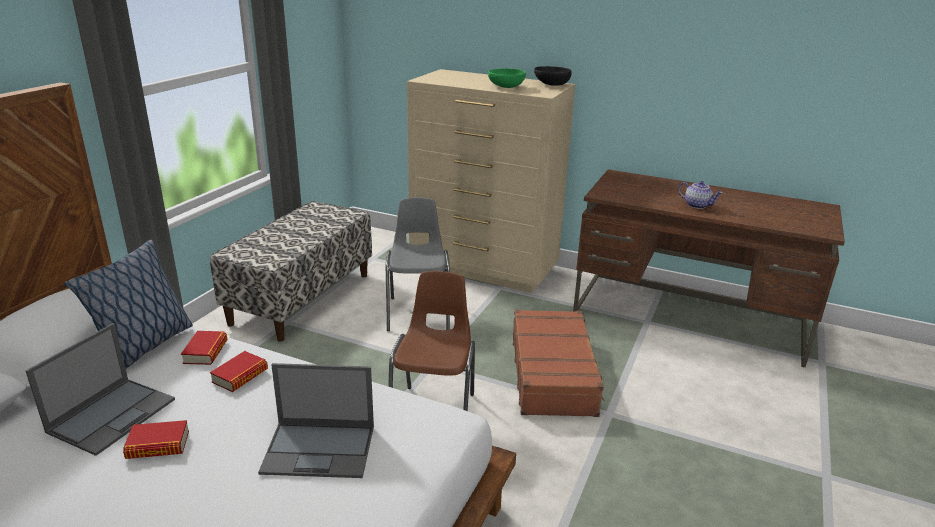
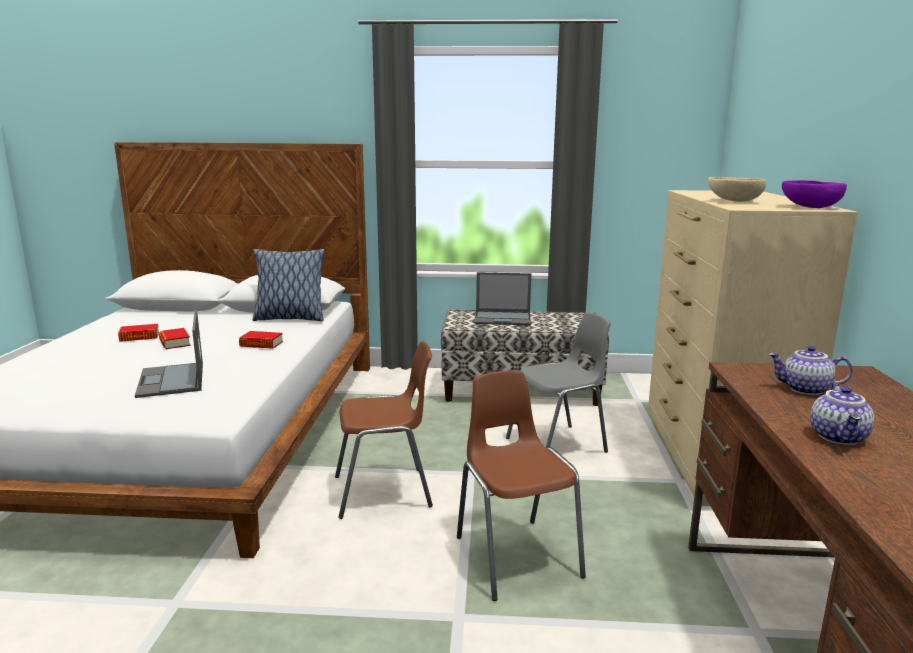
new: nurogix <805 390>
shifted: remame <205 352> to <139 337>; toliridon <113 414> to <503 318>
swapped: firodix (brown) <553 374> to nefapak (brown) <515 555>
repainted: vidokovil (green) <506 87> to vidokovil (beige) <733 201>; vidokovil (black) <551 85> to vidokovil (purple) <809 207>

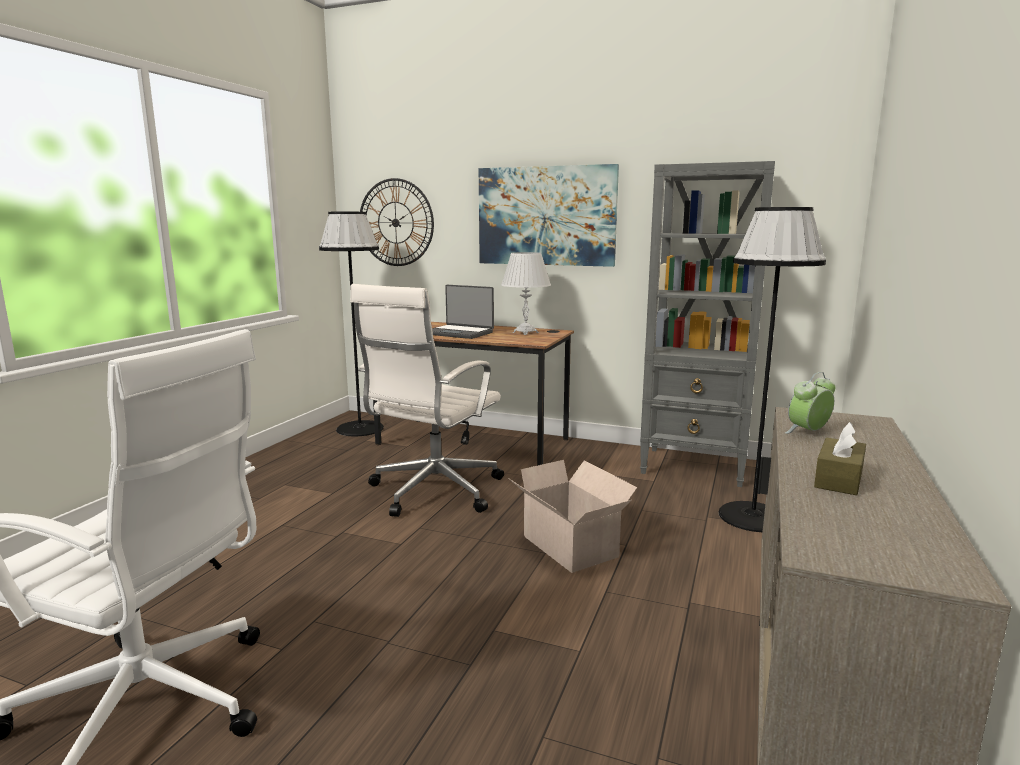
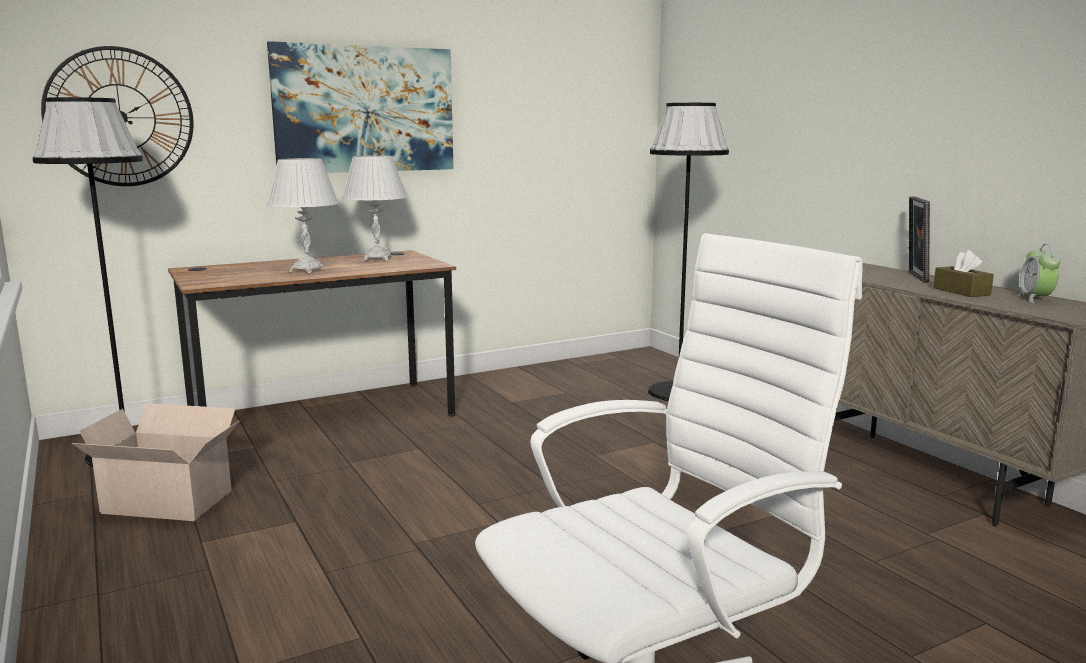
gone: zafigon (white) <433 492>; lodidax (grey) <695 467>
new: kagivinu <914 277>
shifted: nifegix <571 548> to <170 502>; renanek <808 432> to <1035 299>
swapped: toliridon <459 333> to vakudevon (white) <307 270>

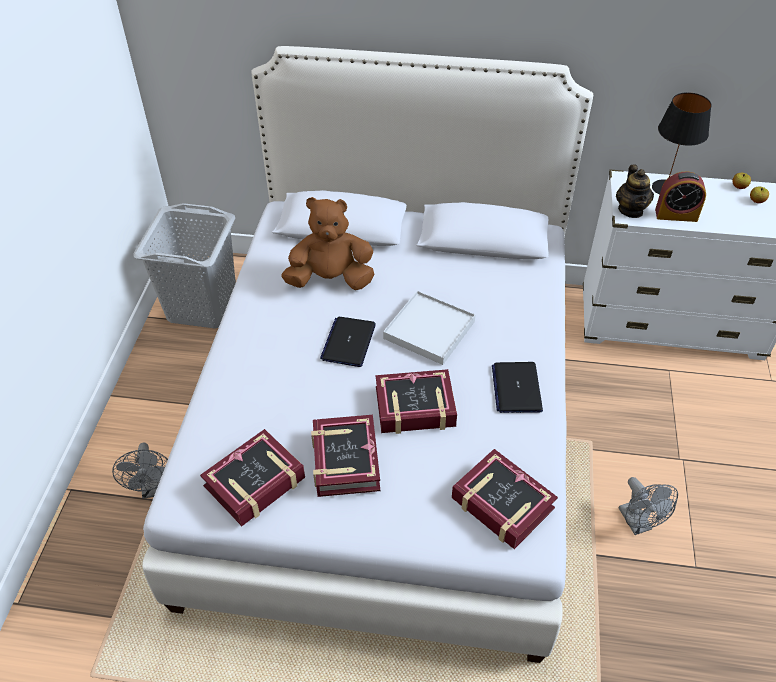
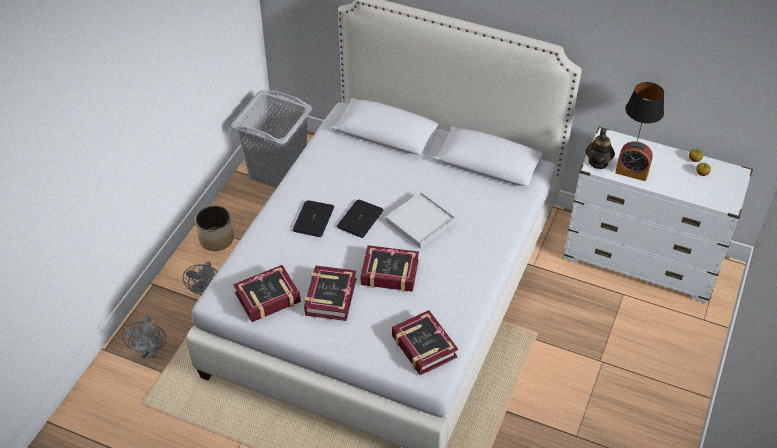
gone: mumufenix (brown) <331 280>
new: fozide <216 239>
shifted: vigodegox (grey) <638 524> to <150 352>; toliridon <516 388> to <313 219>

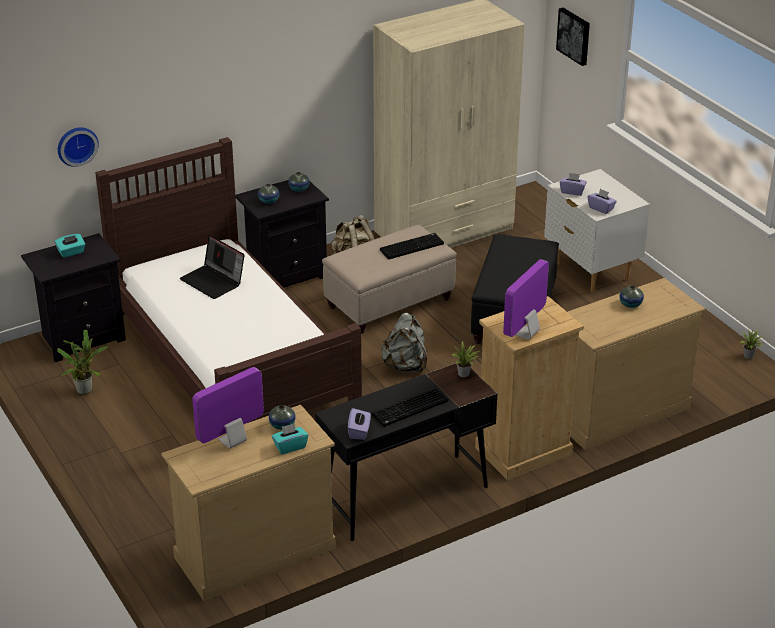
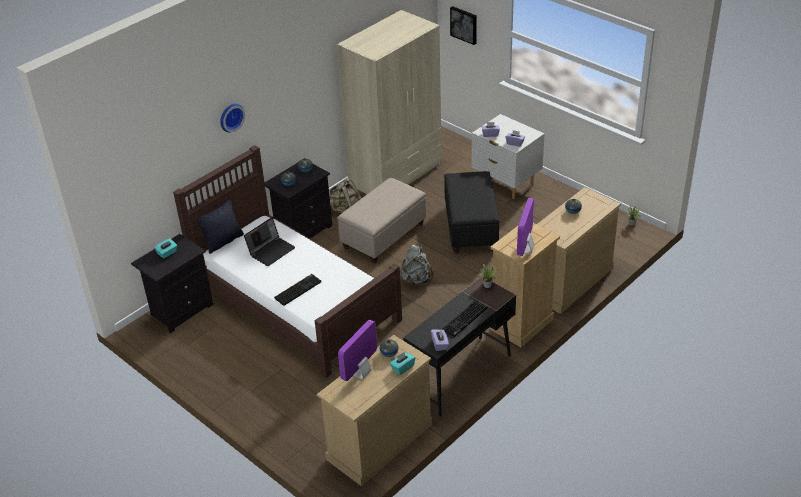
gone: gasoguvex <85 389>
new: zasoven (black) <223 241>
shifted: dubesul <76 145> to <230 117>; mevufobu <412 246> to <298 289>
rotated: toliridon <214 281> = <271 250> 75 degrees counterclockwise

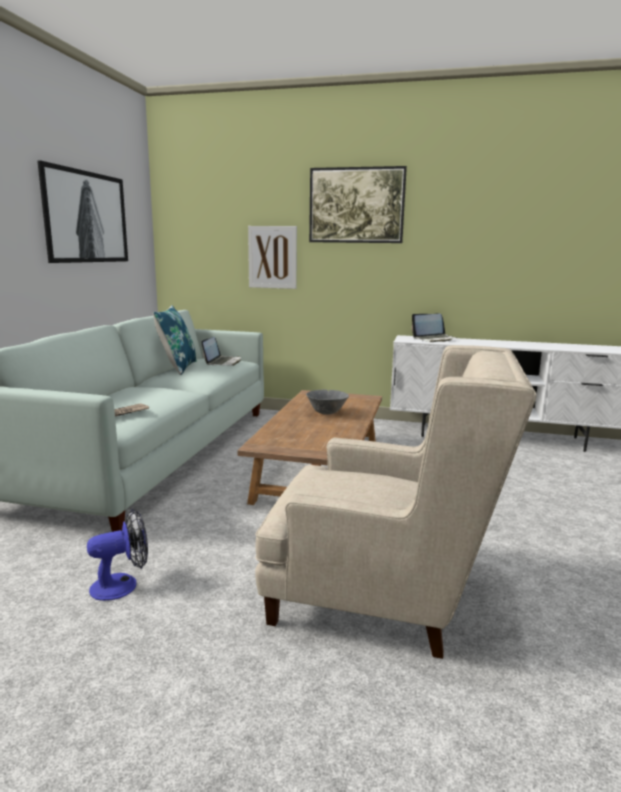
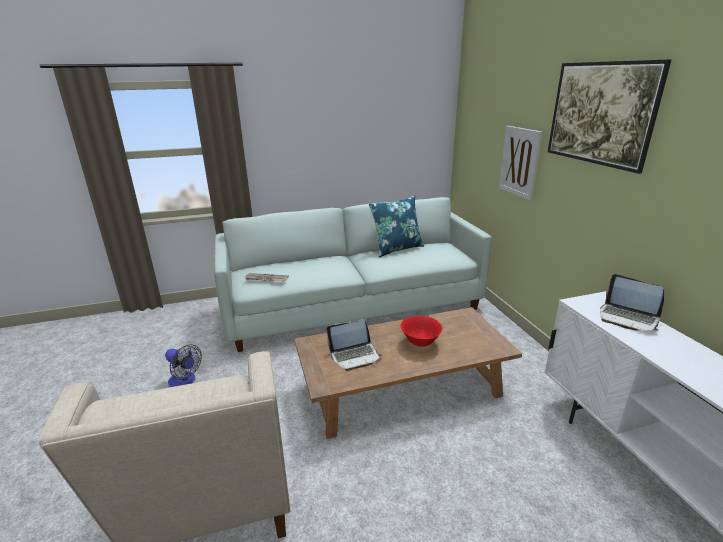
gone: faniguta <87 217>
shifted: toliridon <223 362> to <355 356>
repainted: vidokovil (grey) <326 413> to vidokovil (red) <420 343>

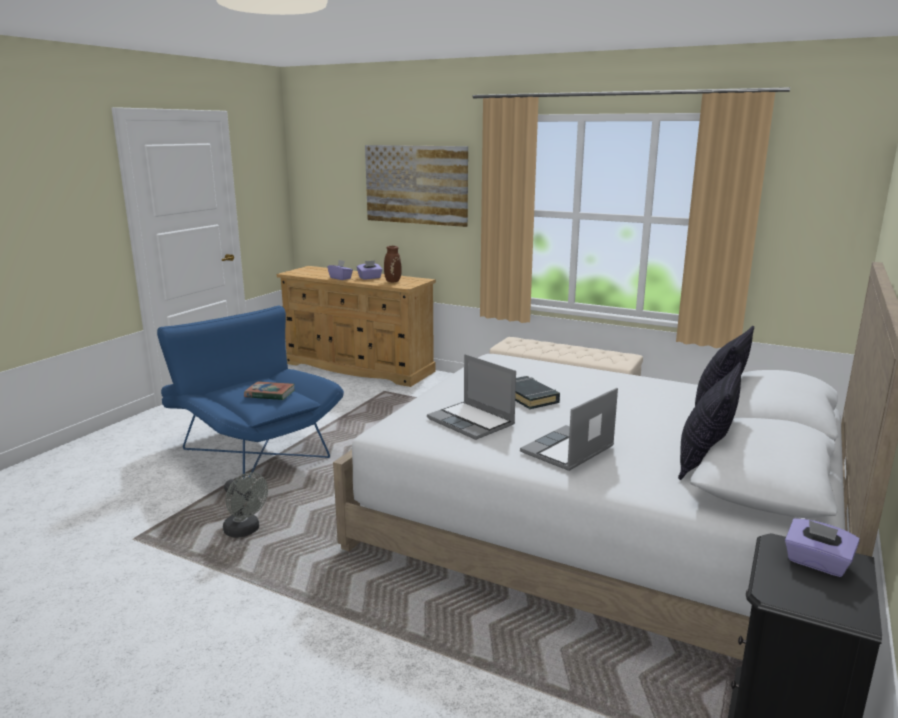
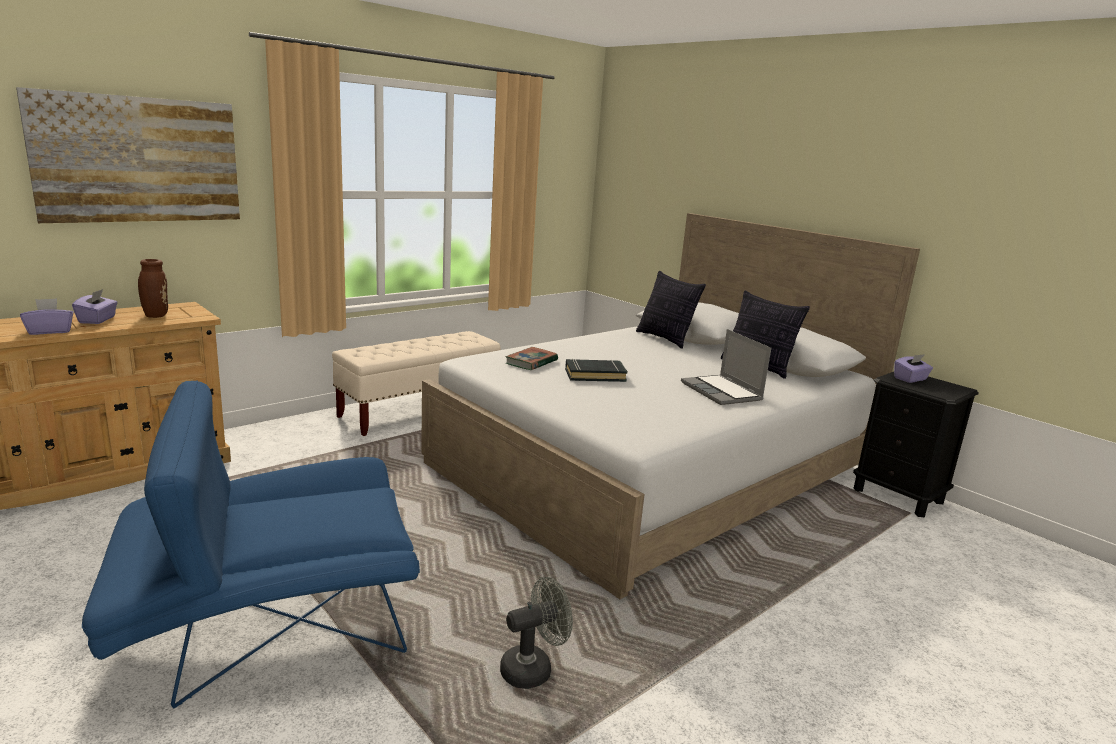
gone: toliridon <472 422>
shifted: remame <270 394> to <531 362>

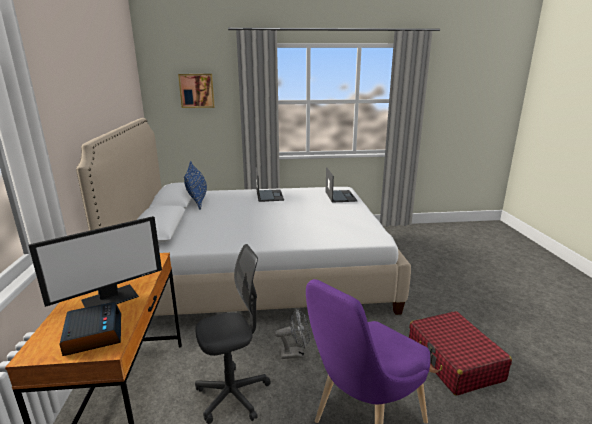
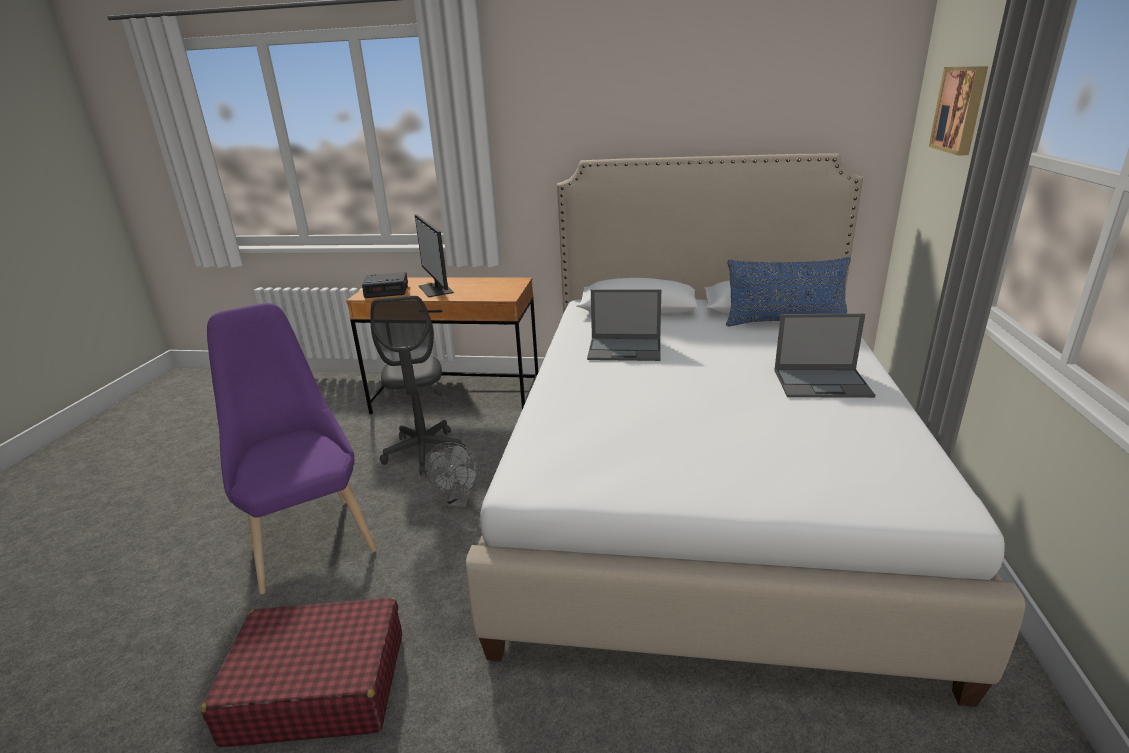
shifted: toliridon <340 196> to <625 349>

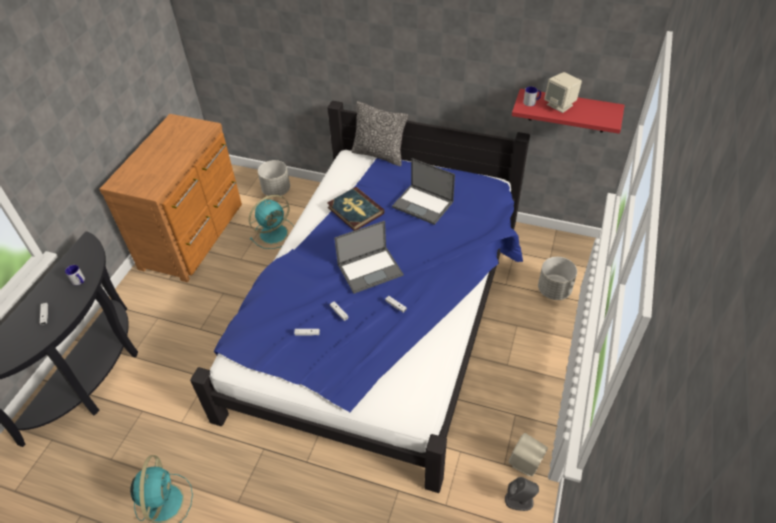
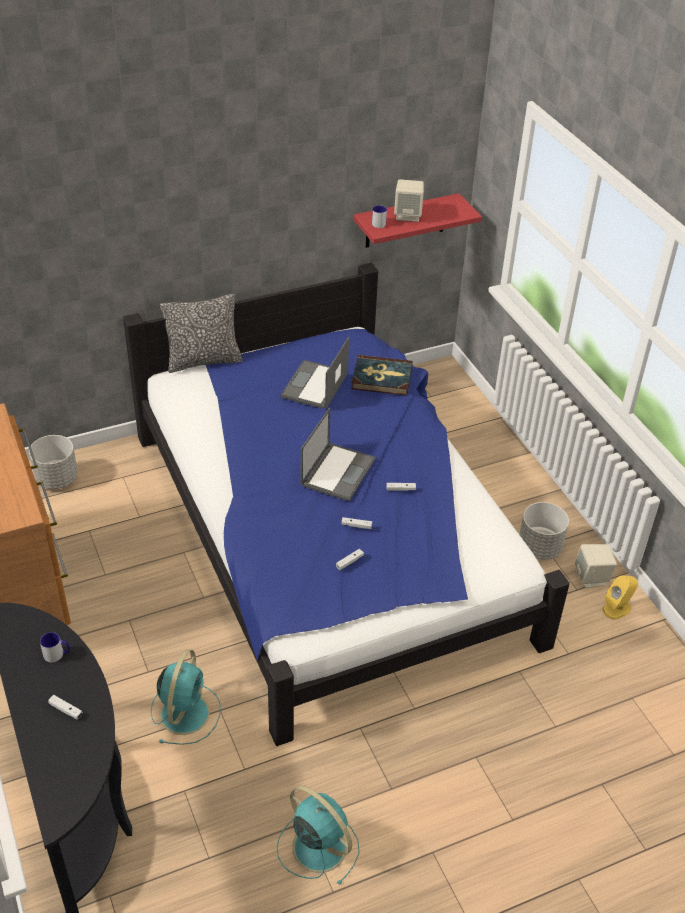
shifted: vigodegox (turquoise) <275 233> to <185 712>; remame <355 210> to <382 378>; fozide (grey) <554 290> to <540 547>
repainted: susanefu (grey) <519 500> to susanefu (yellow) <617 608>
rotated: toliridon <423 204> = <314 386> 120 degrees clockwise

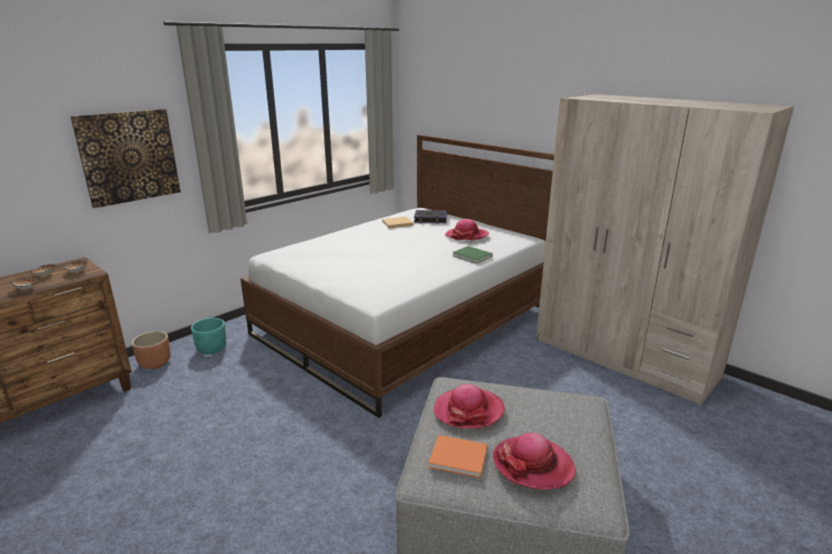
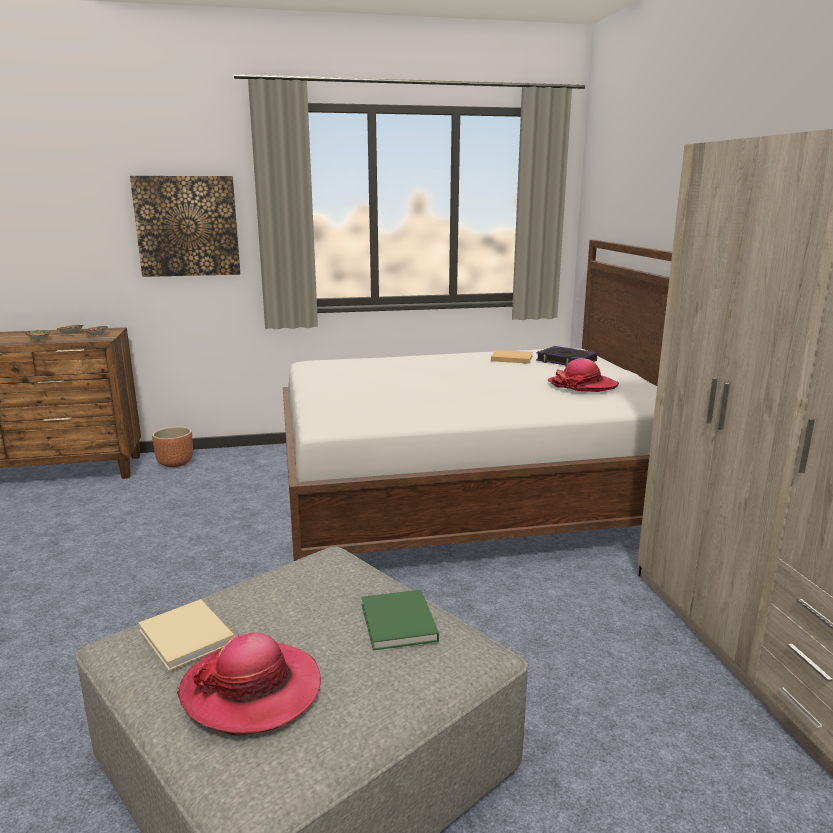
gone: fozide (turquoise) <211 349>; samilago <468 410>
shifted: remame (green) <473 256> to <399 624>
repainted: remame (orange) <460 458> to remame (beige) <187 638>

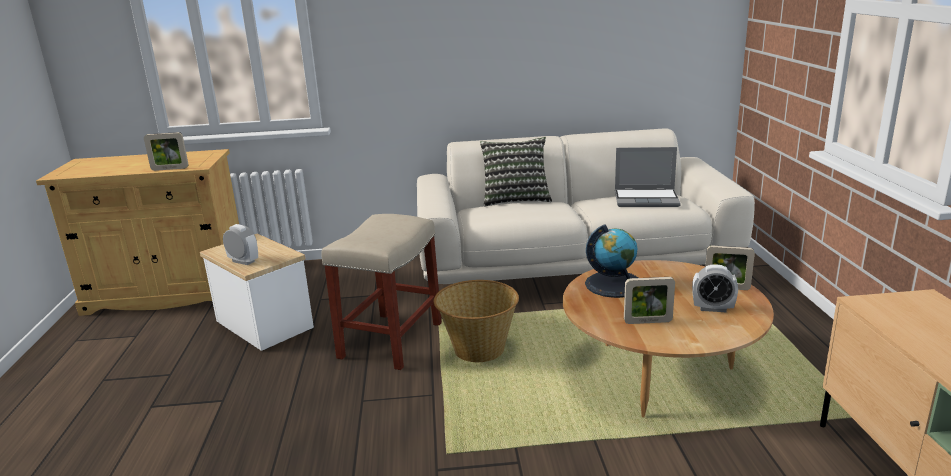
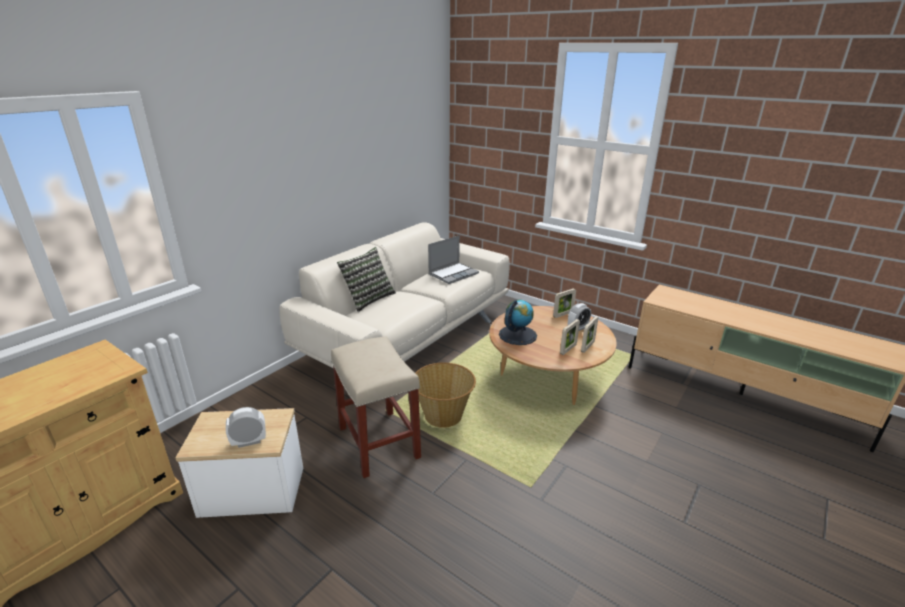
shifted: kagivinu <170 169> to <587 347>

